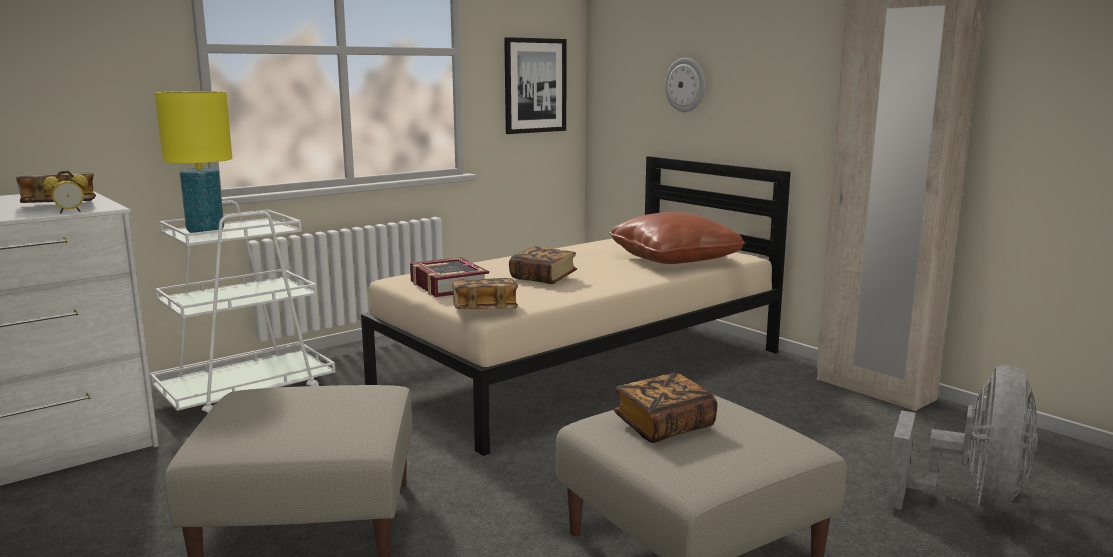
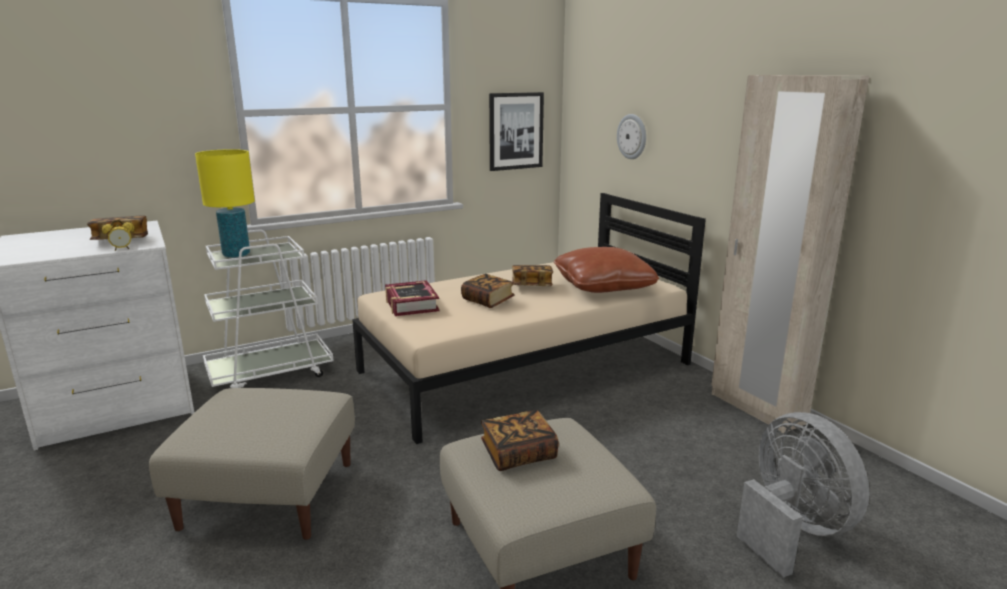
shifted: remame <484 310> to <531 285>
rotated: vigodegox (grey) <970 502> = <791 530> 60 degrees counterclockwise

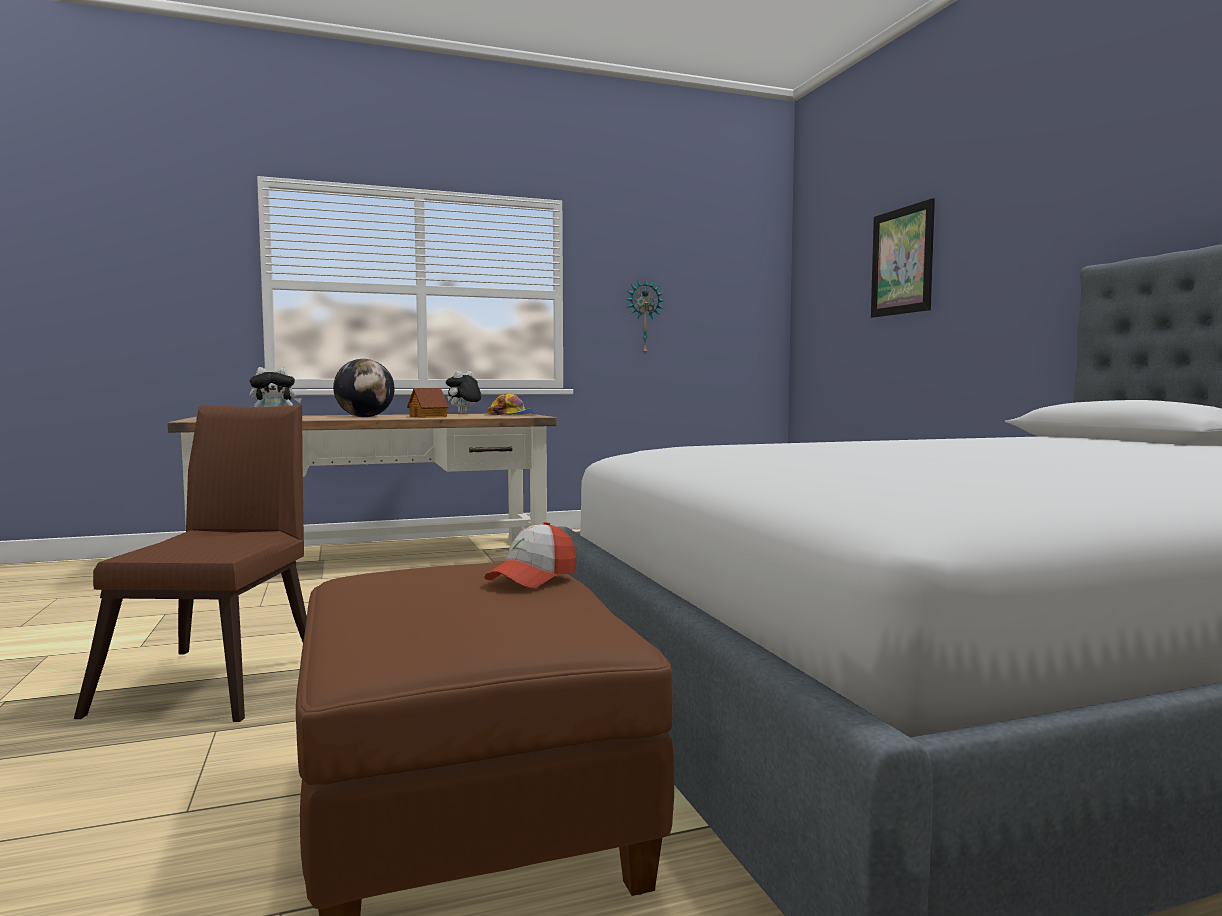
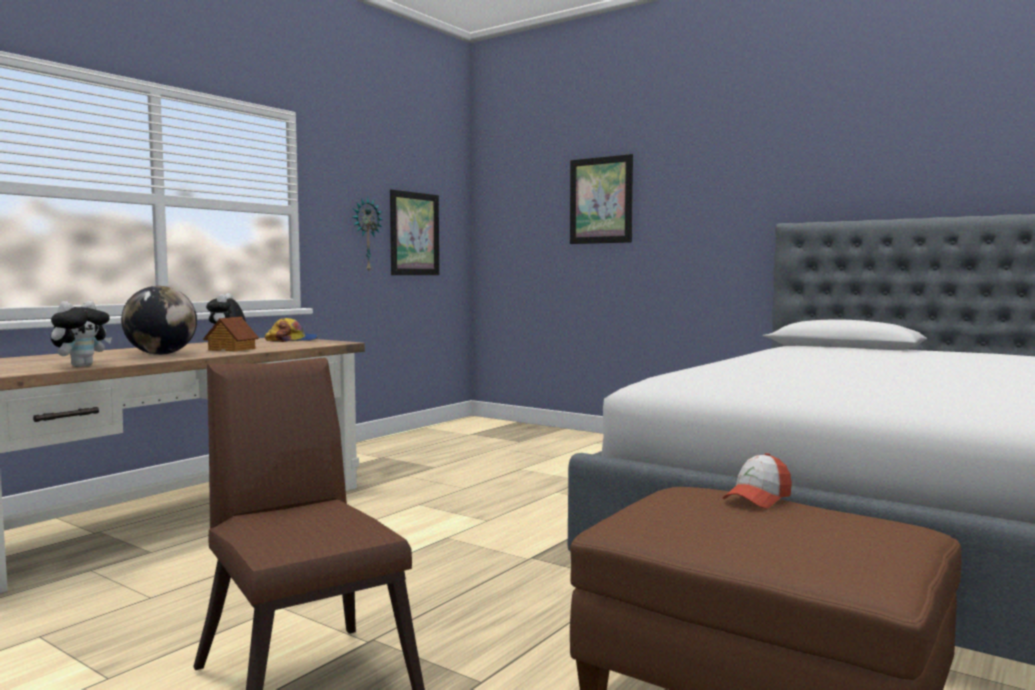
new: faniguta <414 234>
rotated: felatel <532 578> = <757 498> 45 degrees clockwise

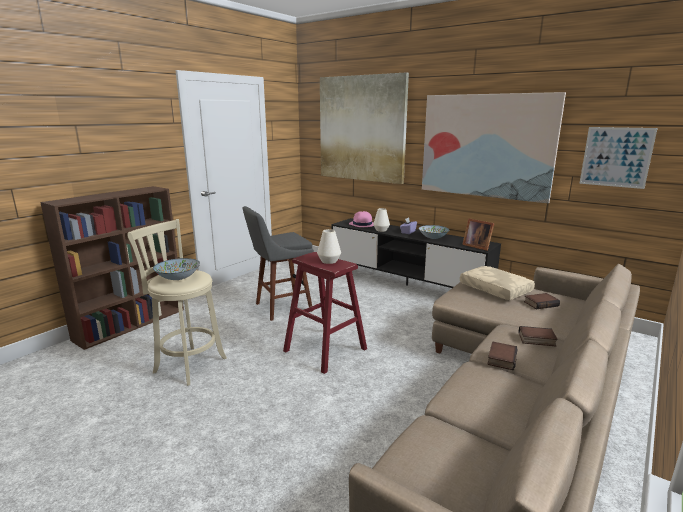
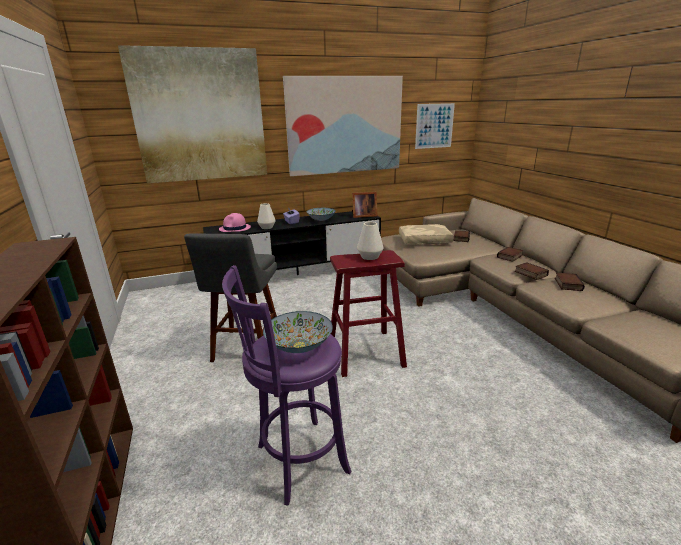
new: remame <567 284>
repainted: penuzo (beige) <187 364> to penuzo (purple) <297 461>

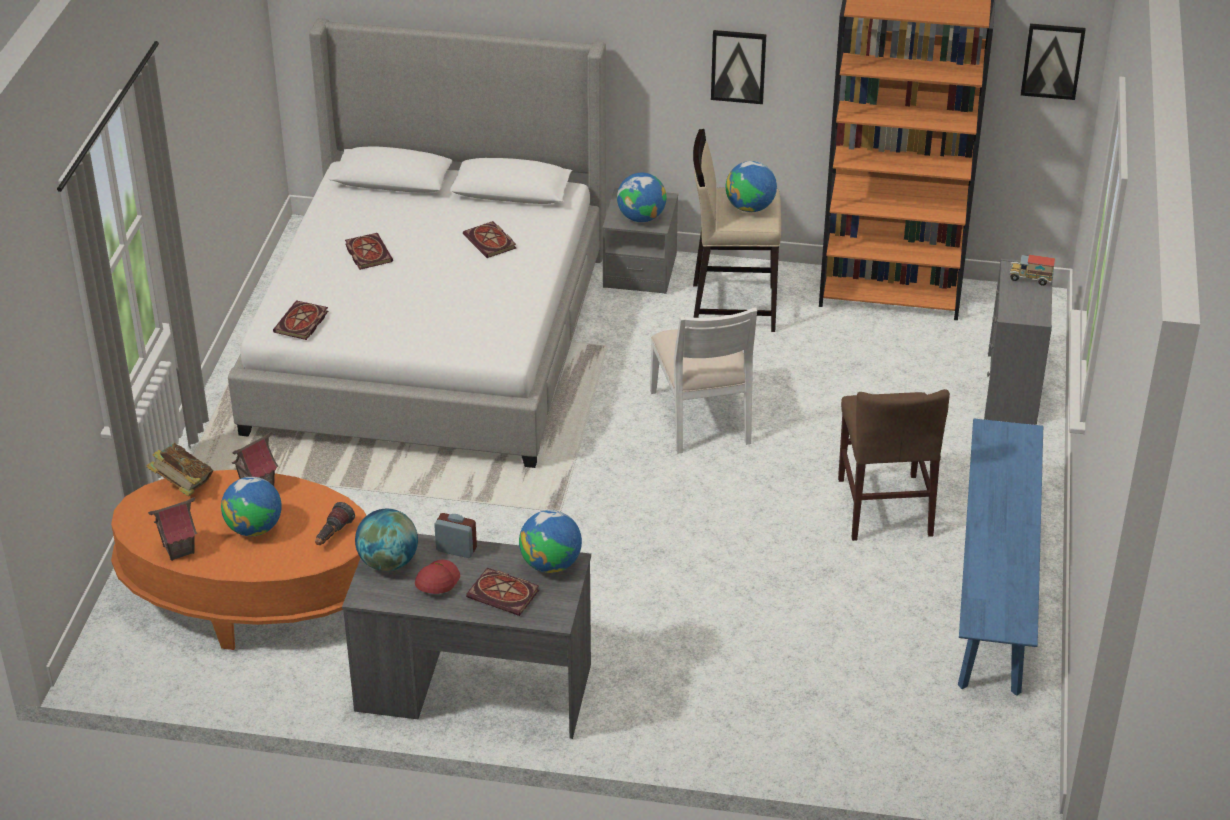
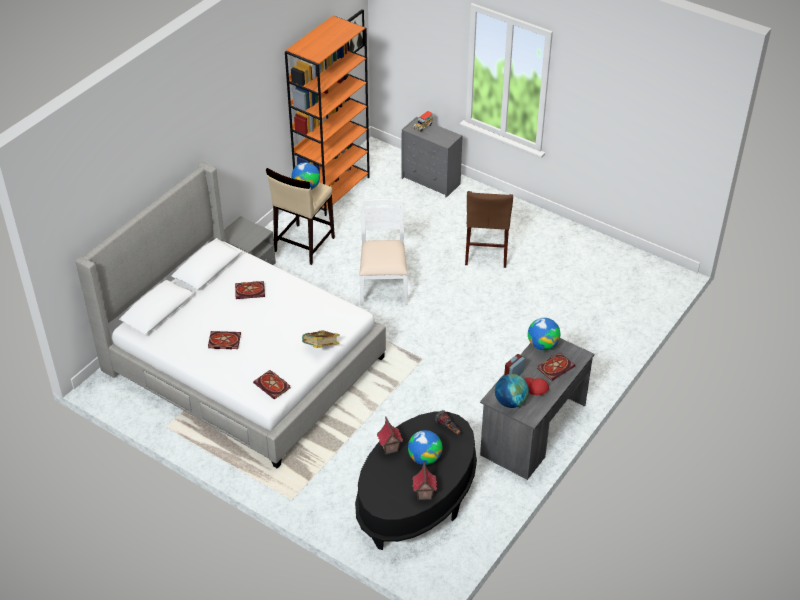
gone: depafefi <641 218>; faniguta <738 66>; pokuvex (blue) <994 586>
shifted: remame <183 485> to <320 348>
repainted: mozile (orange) <251 595> to mozile (black) <416 498>
rotated: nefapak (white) <702 417> = <383 285> 105 degrees counterclockwise; nefapak (brown) <884 507> = <486 250> 75 degrees clockwise

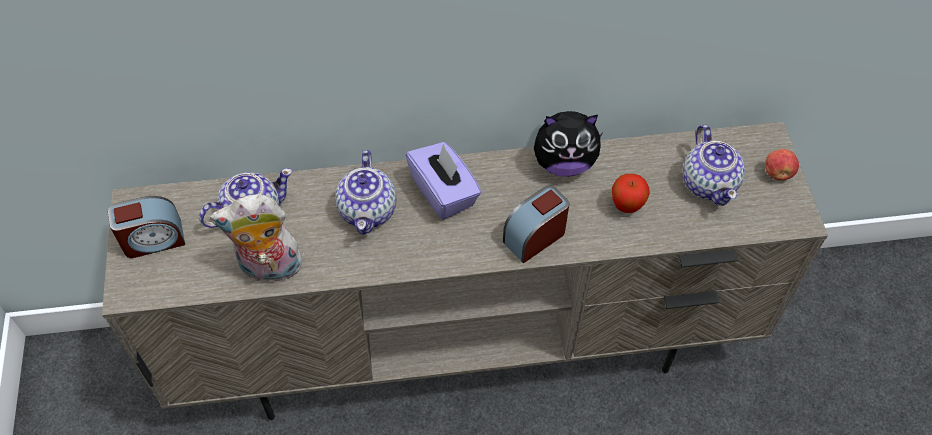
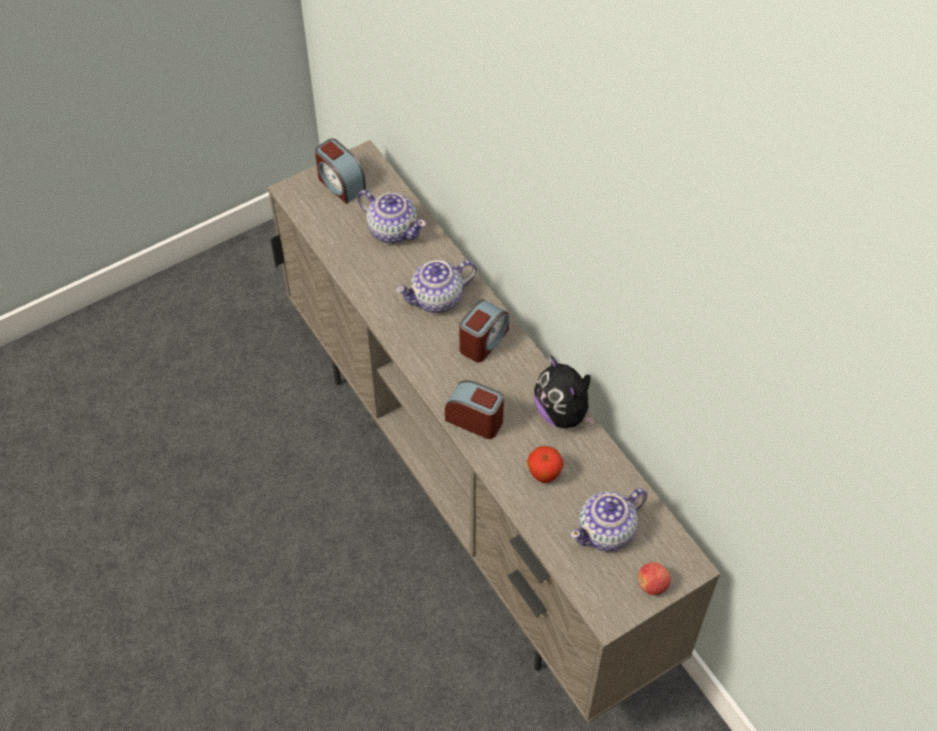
gone: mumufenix <269 269>
swapped: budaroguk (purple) <444 192> to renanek <483 341>

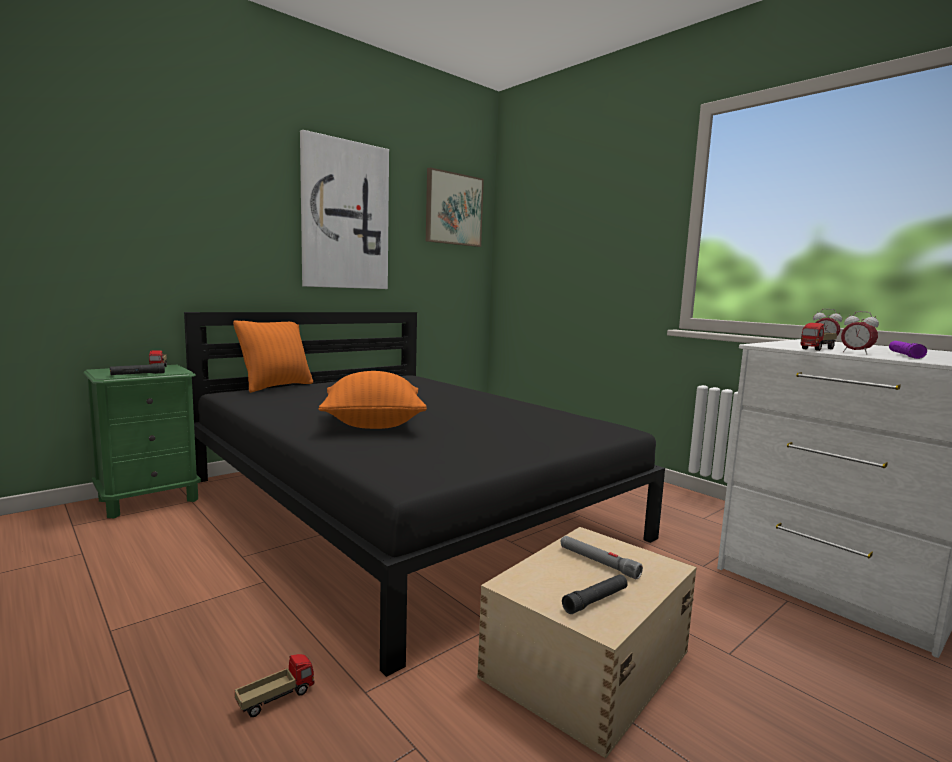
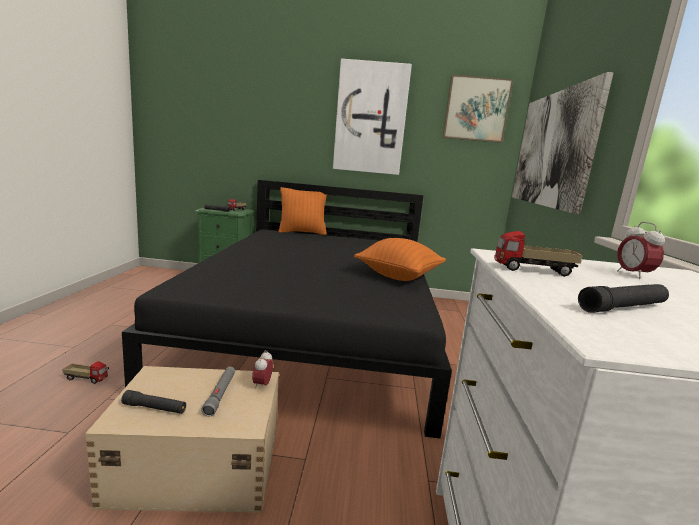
new: faniguta <553 149>
shifted: renanek <856 353> to <262 385>; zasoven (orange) <373 425> to <398 276>
repainted: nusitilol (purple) <904 355> to nusitilol (black) <623 307>

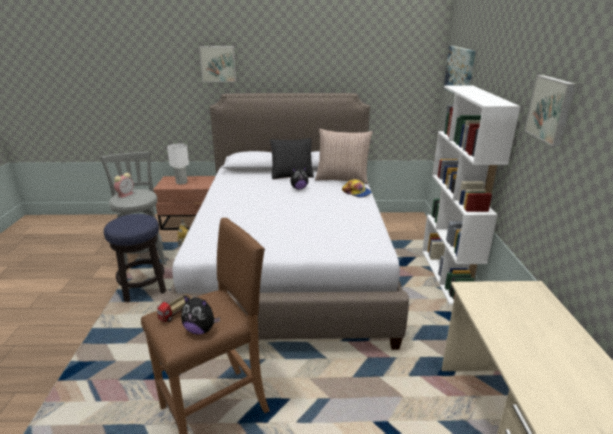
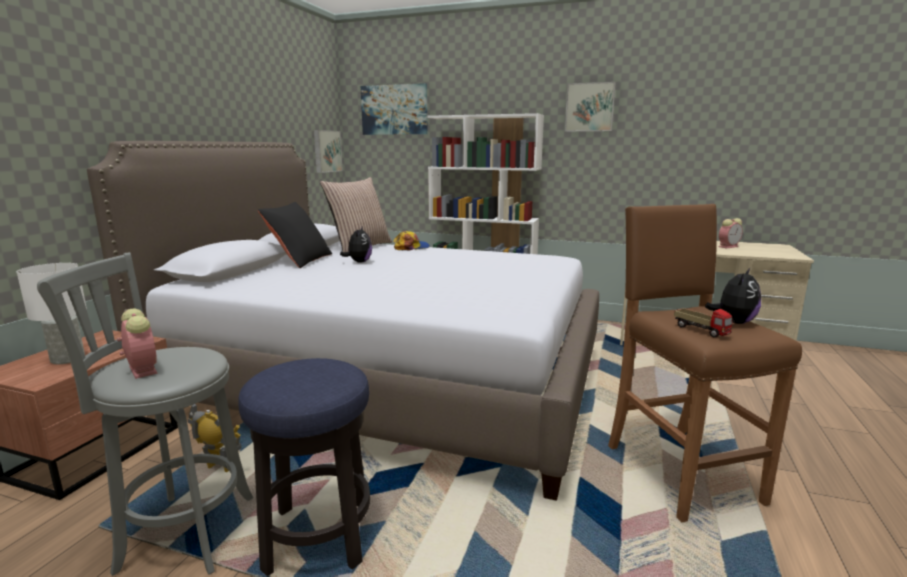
new: renanek <728 246>
shifted: faniguta <218 64> to <326 151>

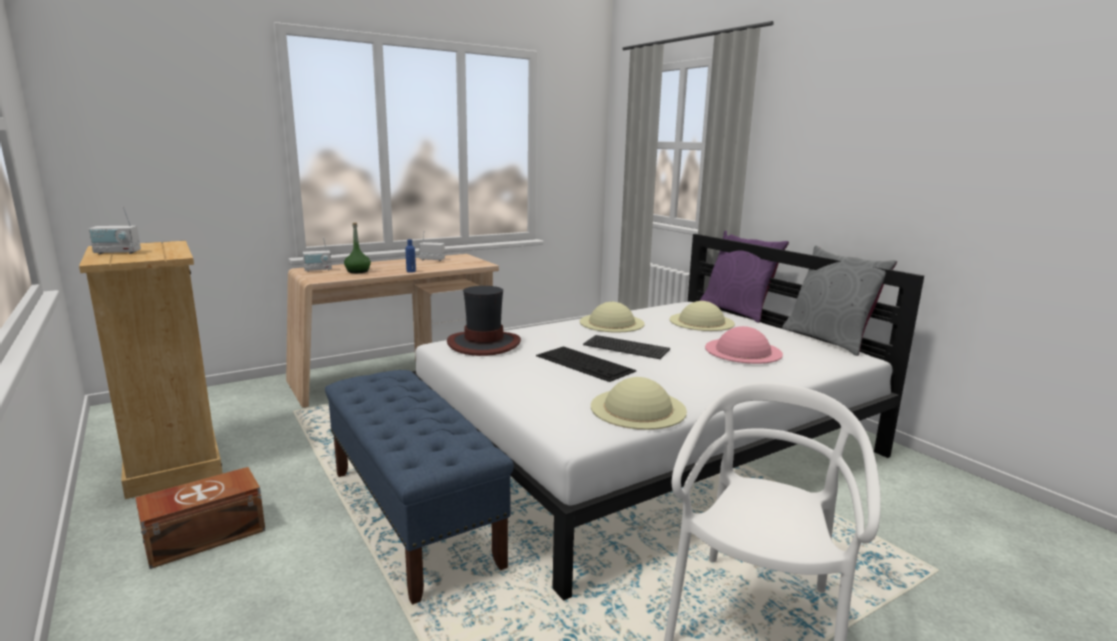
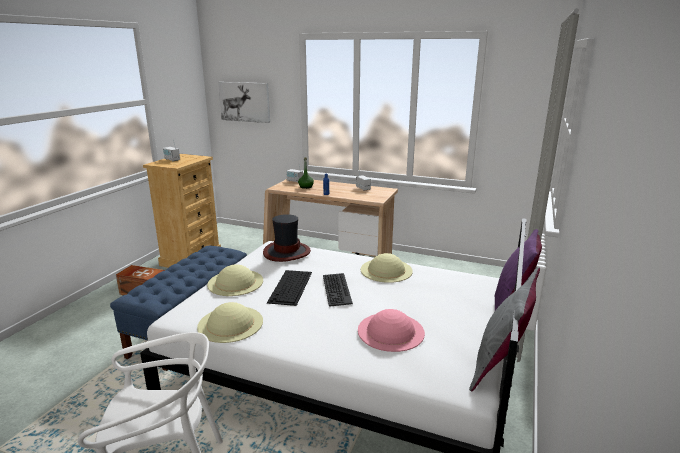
new: faniguta <245 102>
shifted: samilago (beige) <701 321> to <235 282>

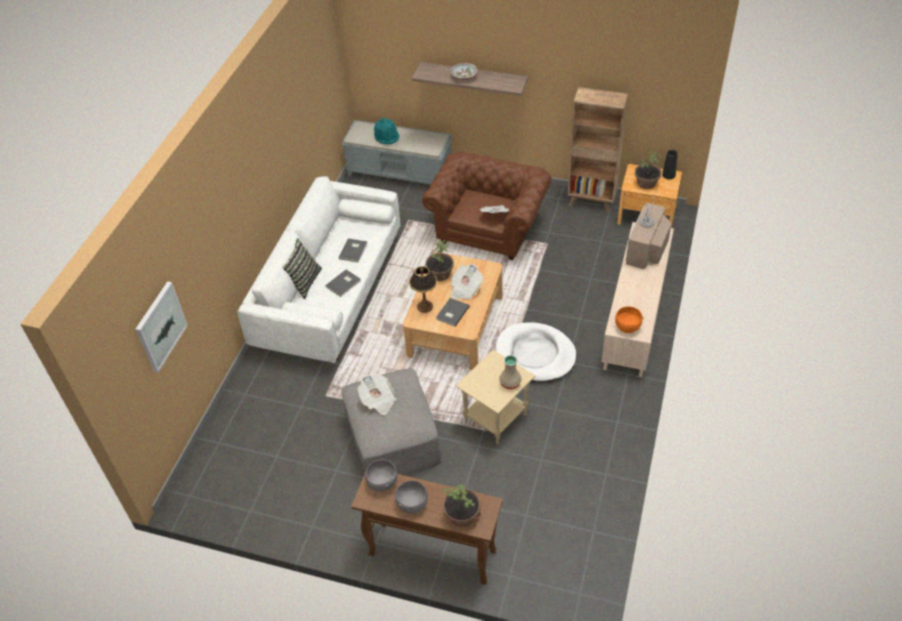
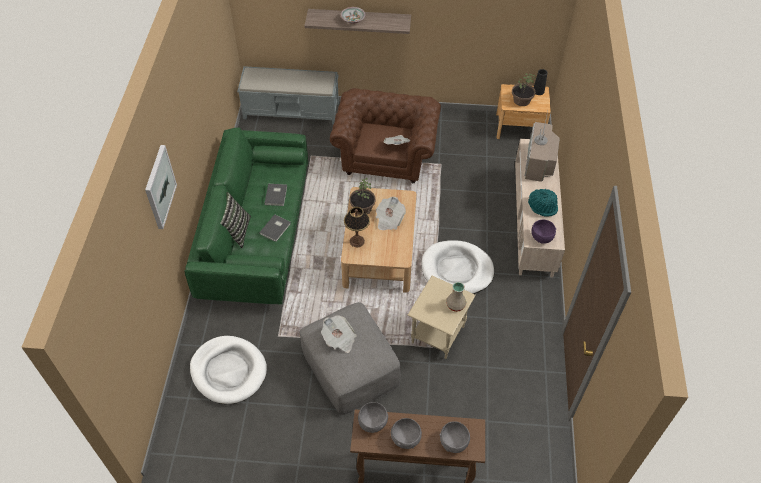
gone: remame (grey) <451 313>; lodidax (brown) <592 201>
new: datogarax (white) <229 371>
shifted: faniguta <160 326> to <159 187>; samilago (turquoise) <387 137> to <543 206>
swapped: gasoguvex <462 515> to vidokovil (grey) <453 441>
repainted: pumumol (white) <330 293> to pumumol (green) <256 235>; vidokovil (orange) <627 327> to vidokovil (purple) <542 237>

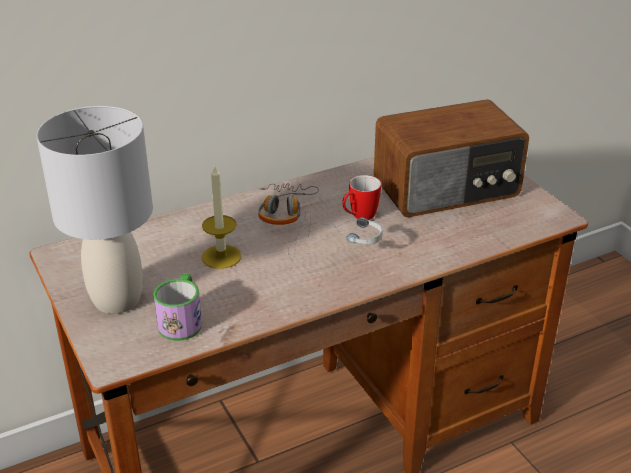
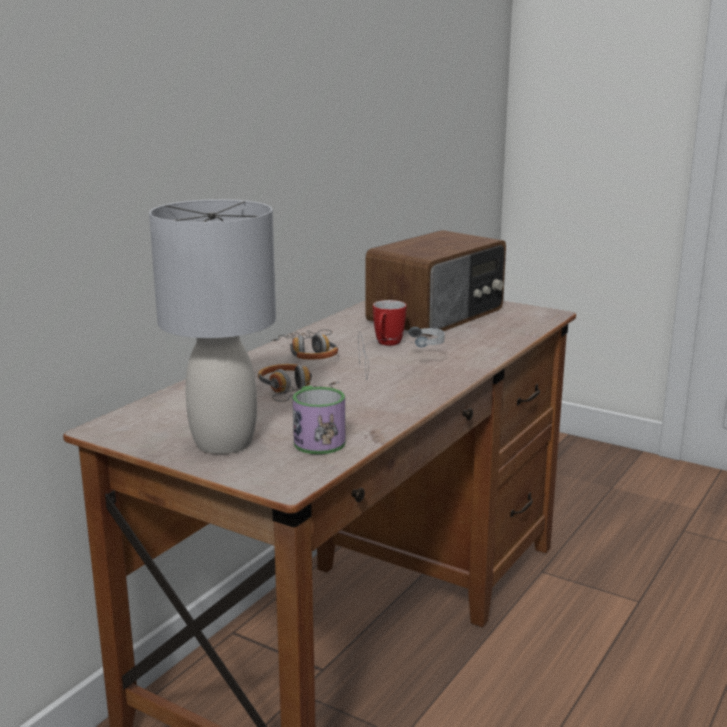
swapped: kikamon <221 257> to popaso <292 392>

